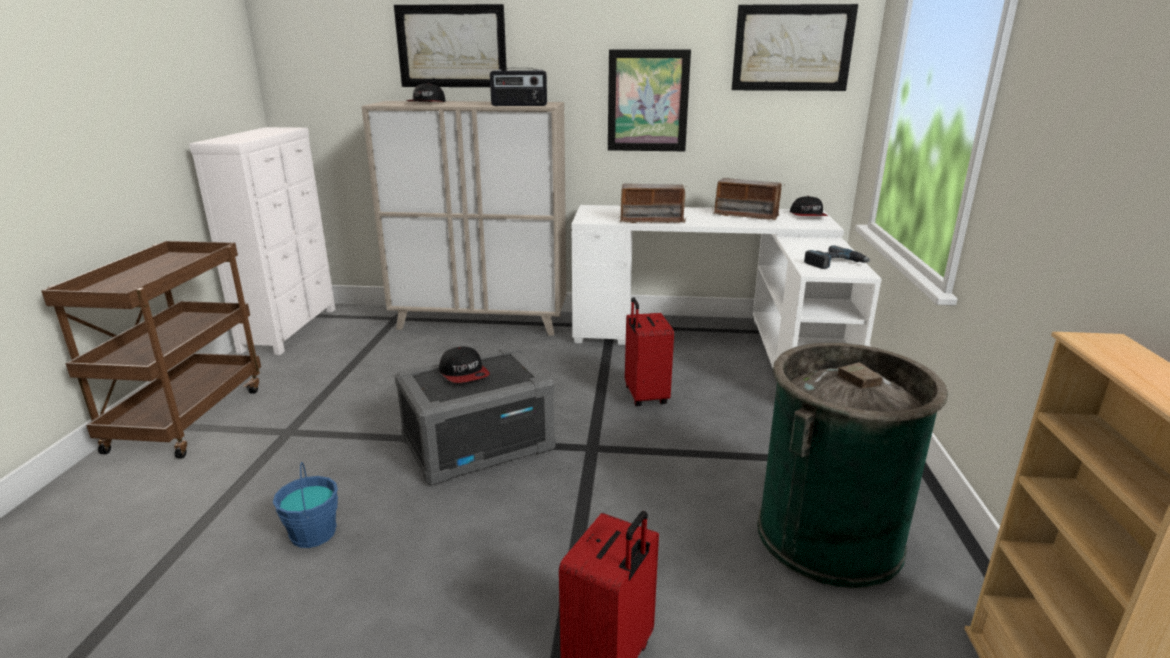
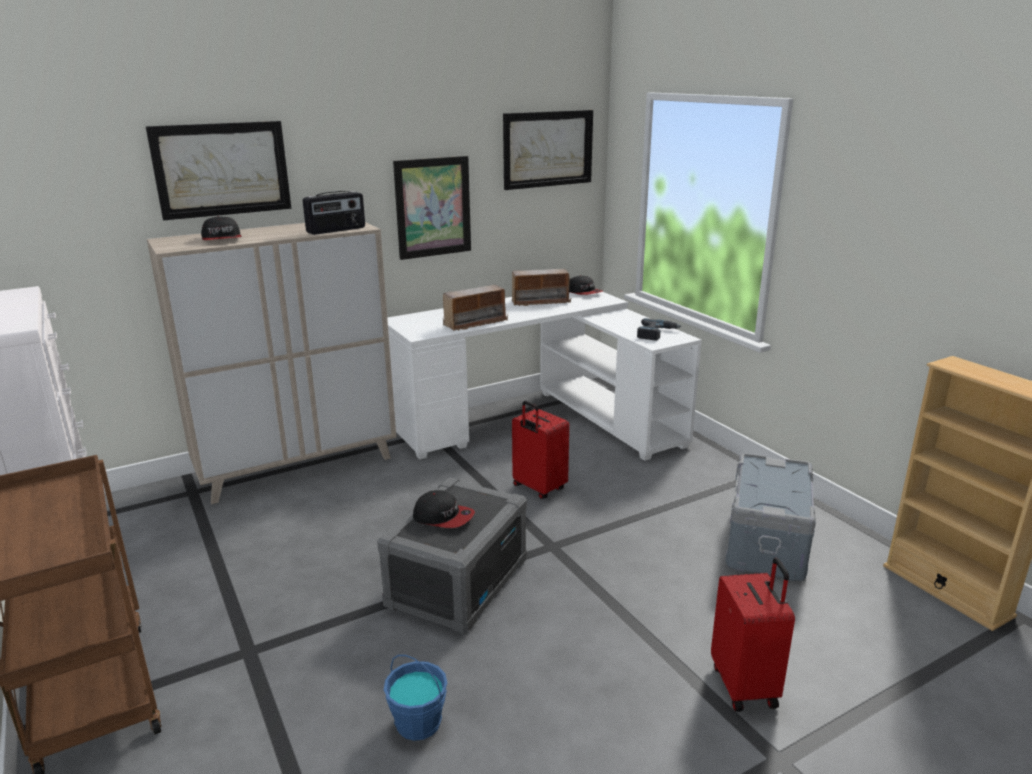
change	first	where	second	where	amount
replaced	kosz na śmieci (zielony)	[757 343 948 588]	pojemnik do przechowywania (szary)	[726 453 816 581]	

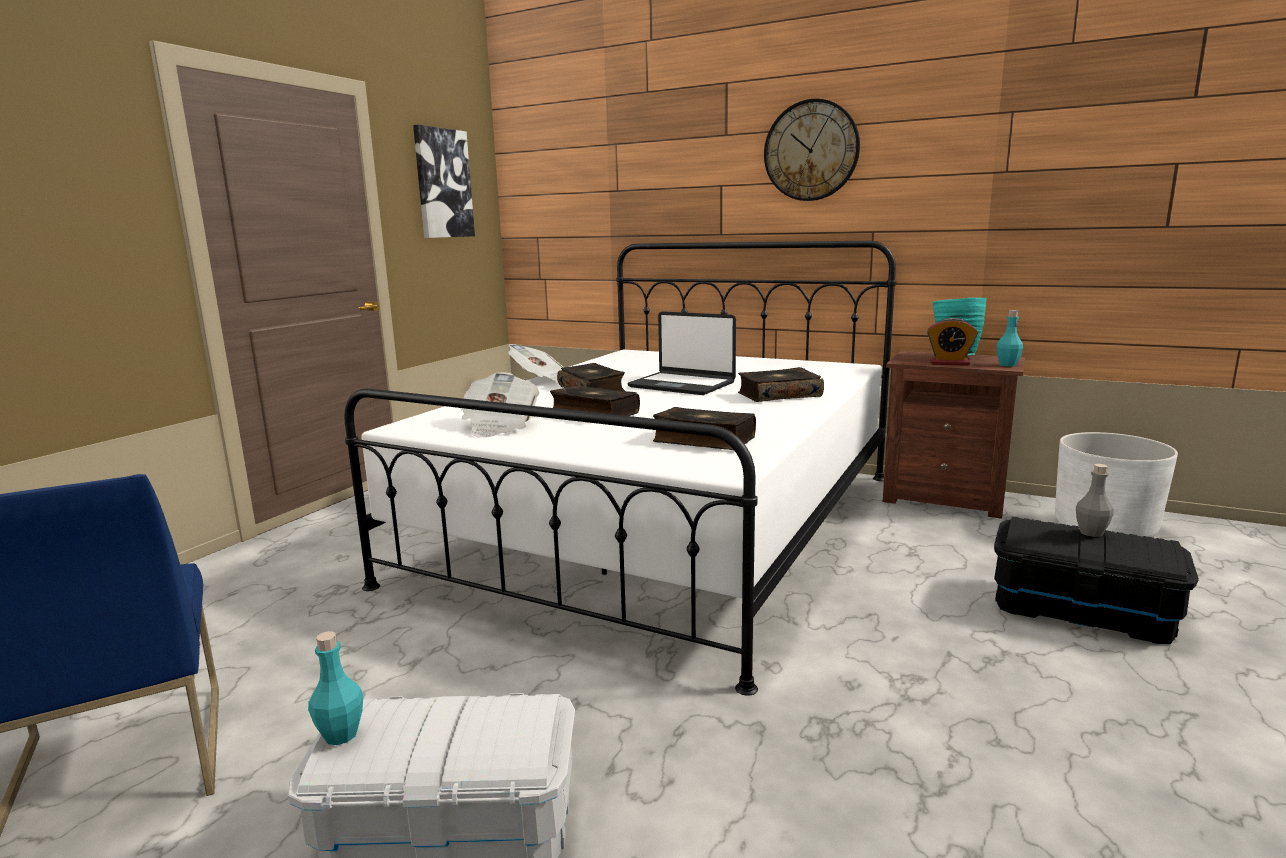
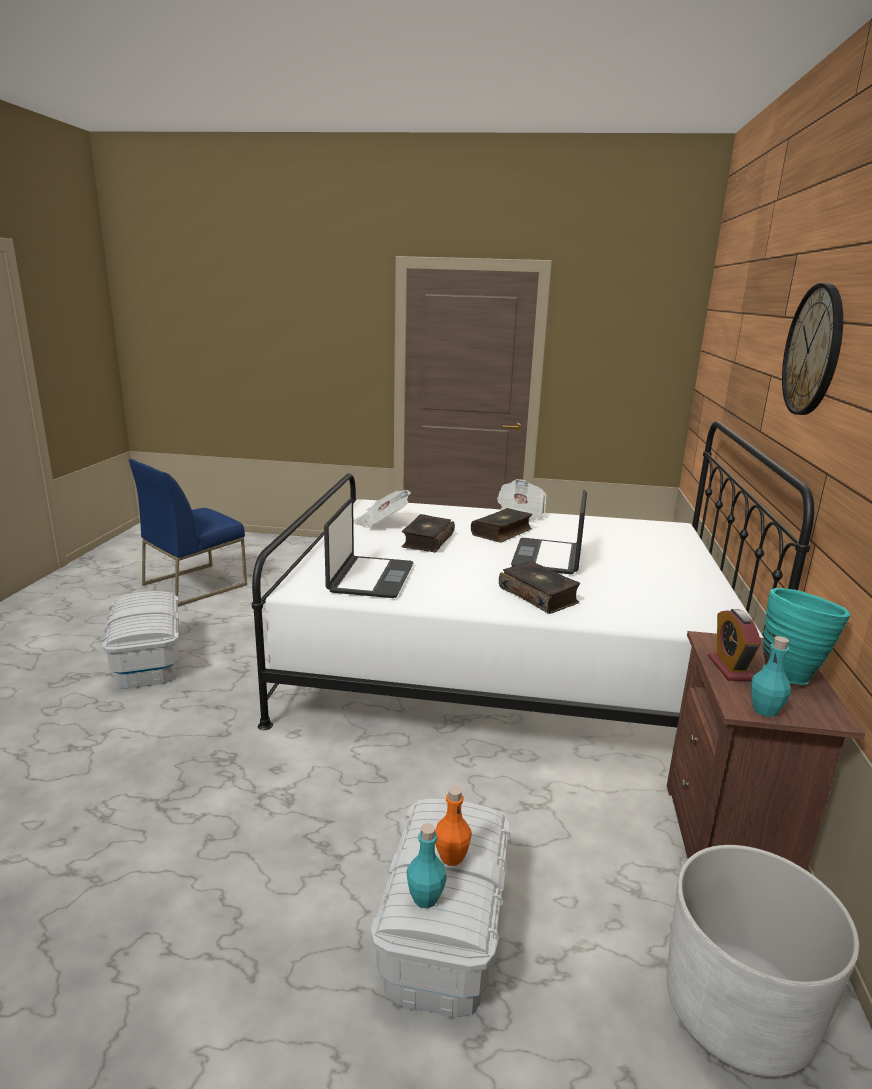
change	first	where	second	where	amount
removed	obraz	[413 125 475 238]			
replaced	książka	[653 407 756 450]	laptop	[324 498 414 598]	
recoloured	butelka (szary)	[1076 464 1114 537]	butelka (pomarańczowy)	[435 786 472 866]	
recoloured	pojemnik do przechowywania (czarny)	[994 516 1199 644]	pojemnik do przechowywania (biały)	[371 799 511 1018]	
moved	butelka (turkusowy)	[308 631 363 745]		[406 823 447 909]	

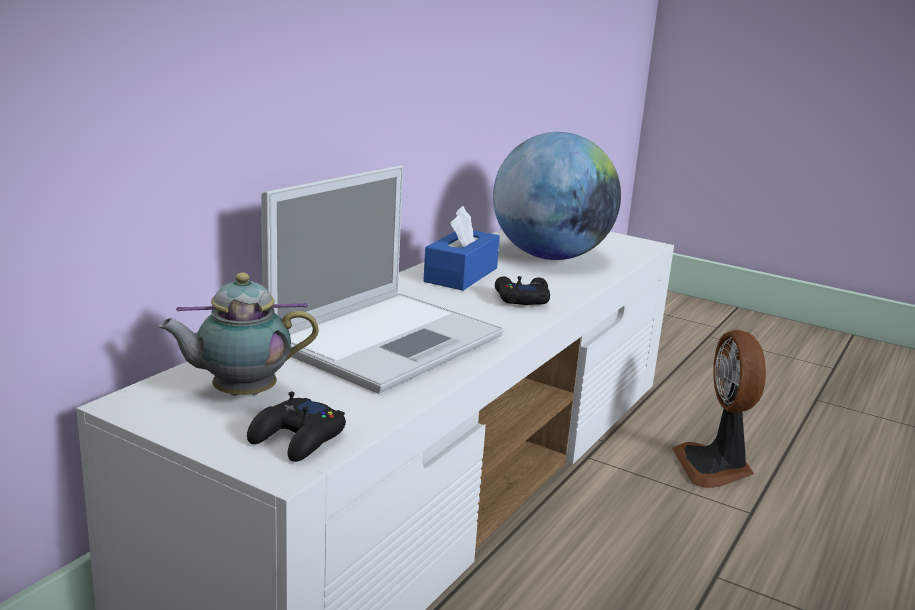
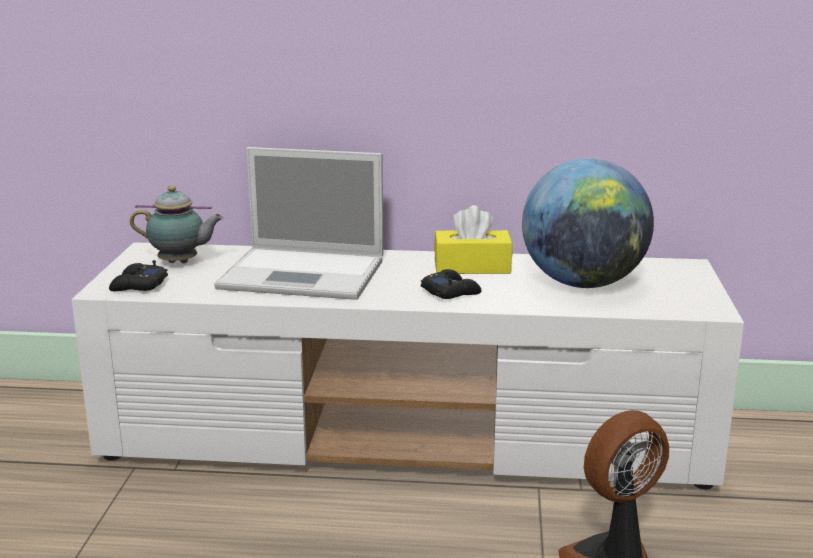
change	first	where	second	where	amount
recoloured	pudełko chusteczek (niebieski)	[423 206 500 291]	pudełko chusteczek (żółty)	[434 205 513 274]	
turned	imbryk	[158 273 319 396]		[130 186 224 263]	135 degrees clockwise

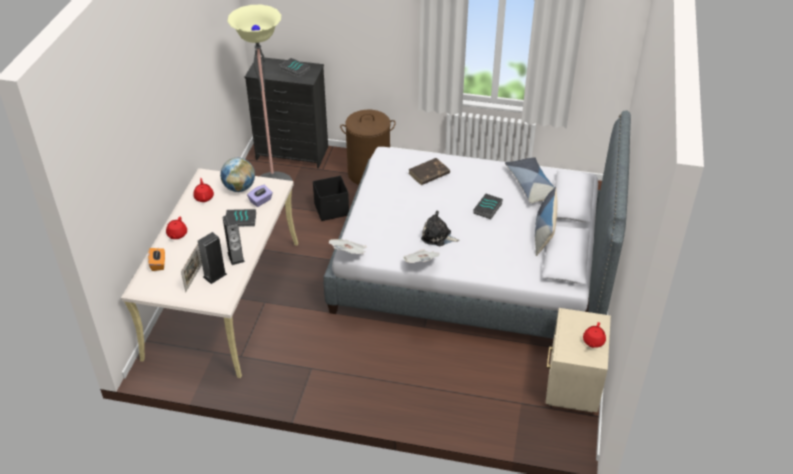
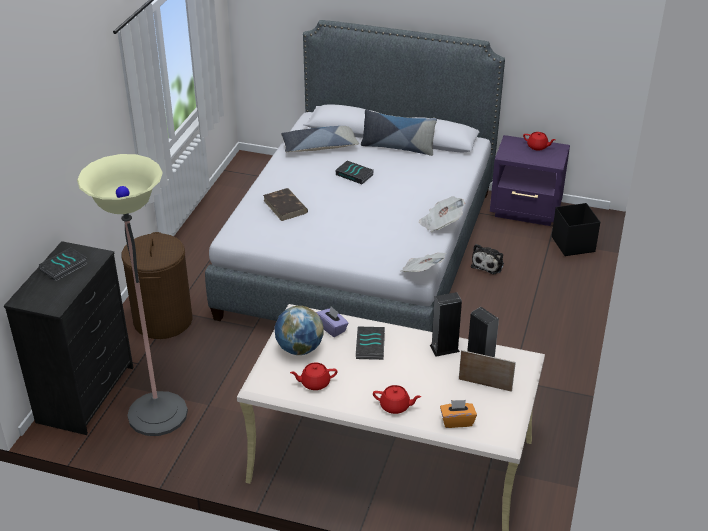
change	first	where	second	where	amount
moved	pojemnik do przechowywania (czarny)	[313 176 349 221]		[552 203 600 256]	
moved	pluszak	[421 211 459 246]		[471 244 504 274]	
recoloured	szafka nocna (beżowy)	[545 308 611 412]	szafka nocna (fioletowy)	[490 135 570 226]	

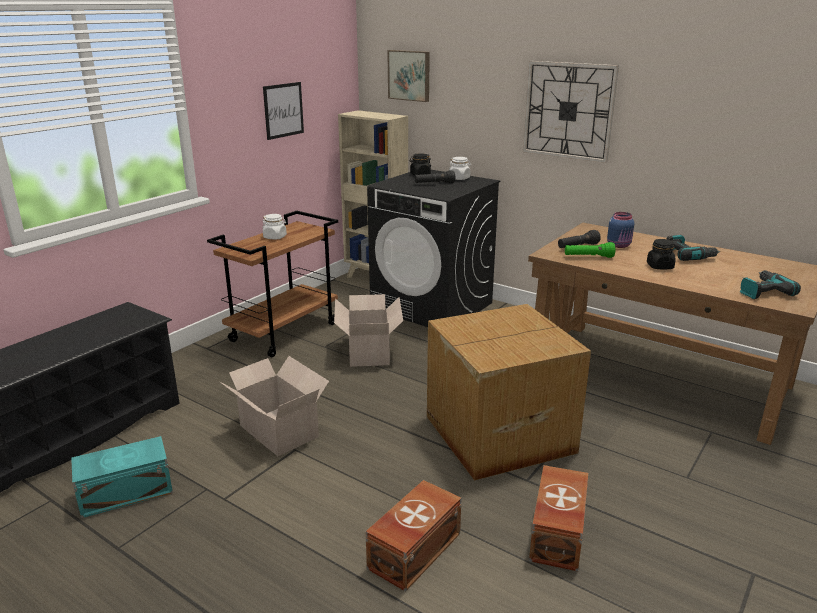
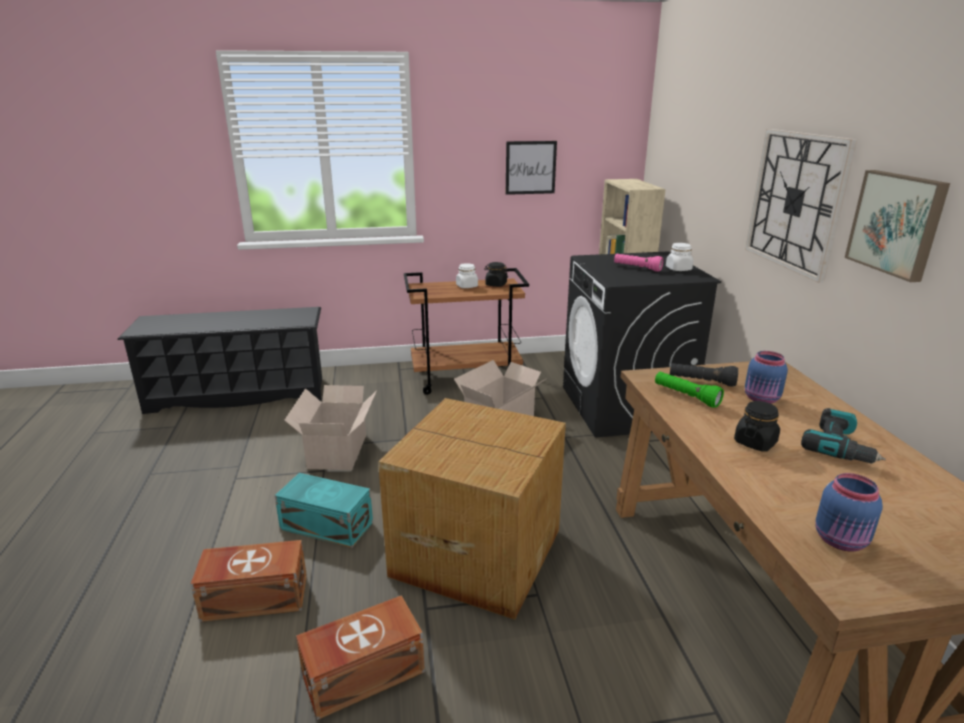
change	first	where	second	where	amount
moved	obraz	[387 50 430 102]		[845 170 950 282]	
moved	słoik (czarny)	[409 153 431 175]		[484 262 508 287]	
recoloured	latarka (czarny)	[415 170 455 183]	latarka (różowy)	[614 254 663 272]	
replaced	wiertarka	[740 270 801 299]	słoik (niebieski)	[815 473 883 552]	
moved	pojemnik do przechowywania (turkusowy)	[71 436 173 518]		[274 473 373 548]	

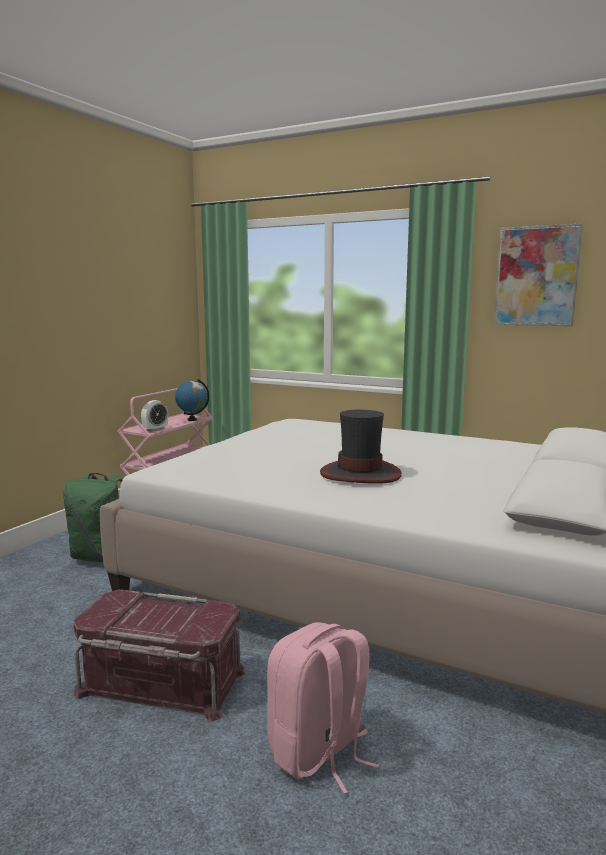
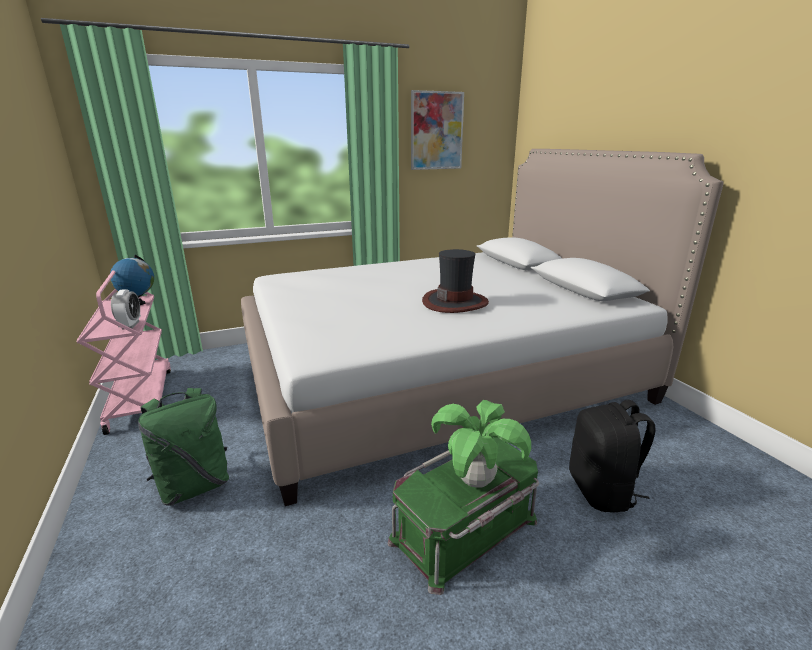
change	first	where	second	where	amount
recoloured	pojemnik do przechowywania (czerwony)	[72 589 246 722]	pojemnik do przechowywania (zielony)	[388 437 539 595]	
recoloured	plecak (różowy)	[267 622 379 794]	plecak (czarny)	[569 400 656 512]	
added			roślina doniczkowa	[431 400 531 488]	

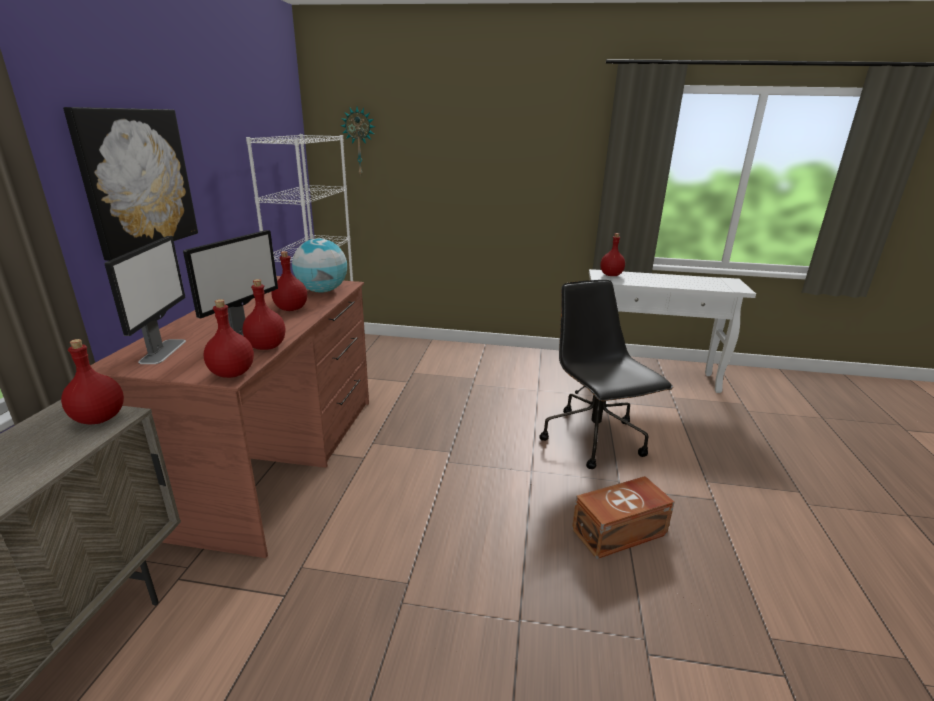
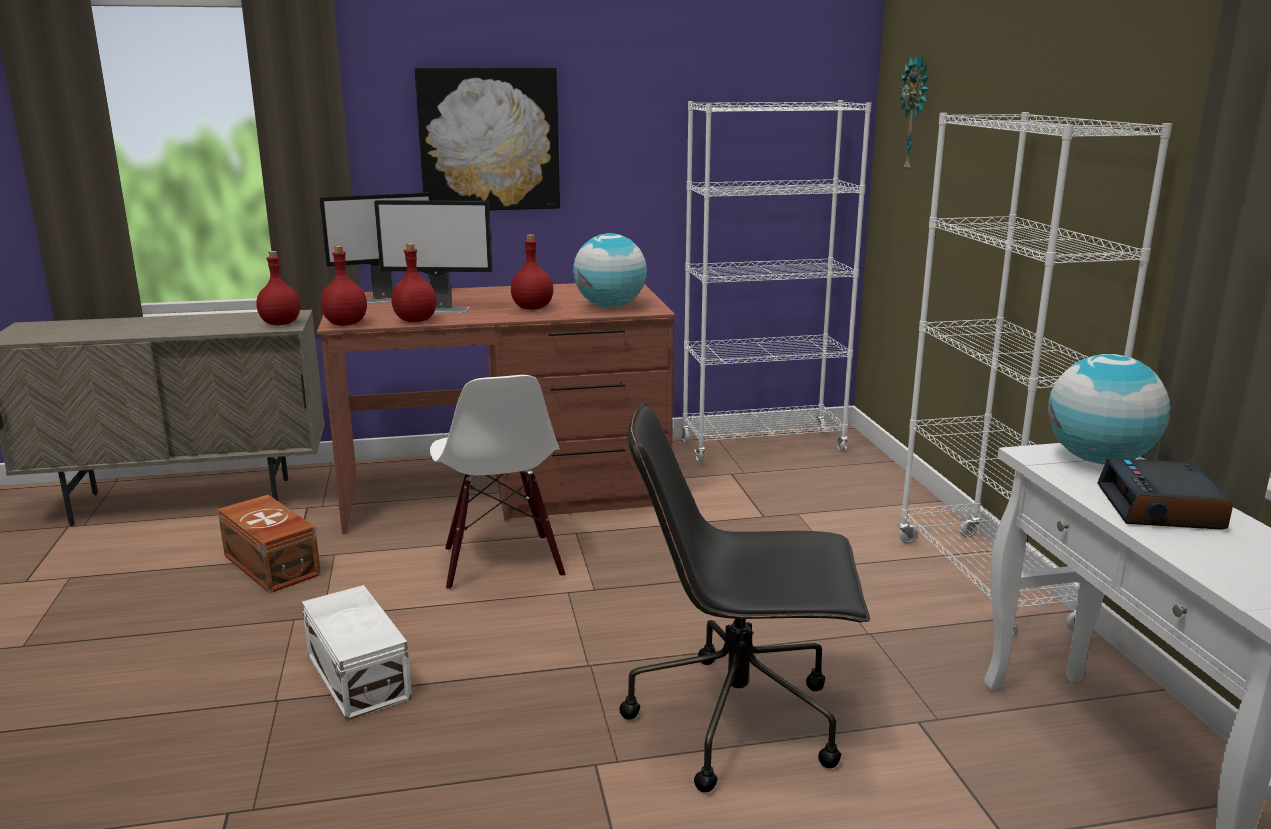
change	first	where	second	where	amount
replaced	butelka (czerwony)	[600 233 625 276]	globus	[1048 354 1170 464]	
turned	krzesło biurowe (czarny)	[539 280 673 469]		[619 403 870 793]	135 degrees counterclockwise
moved	pojemnik do przechowywania (brązowy)	[572 476 675 559]		[218 495 321 593]	
added			regał (biały)	[898 112 1172 636]	
added			krzesło (biały)	[430 375 565 590]	
added			budzik	[1097 458 1233 530]	
added			pojemnik do przechowywania (biały)	[302 585 412 721]	

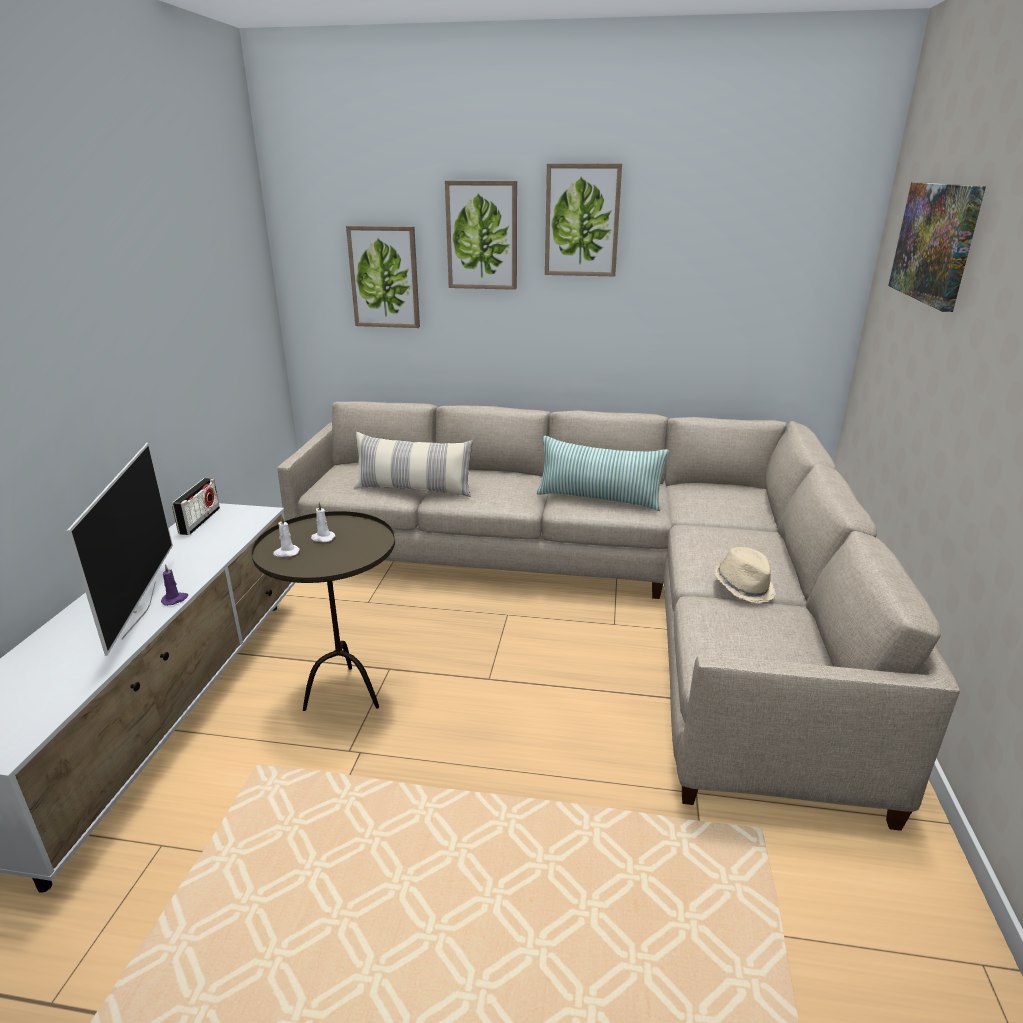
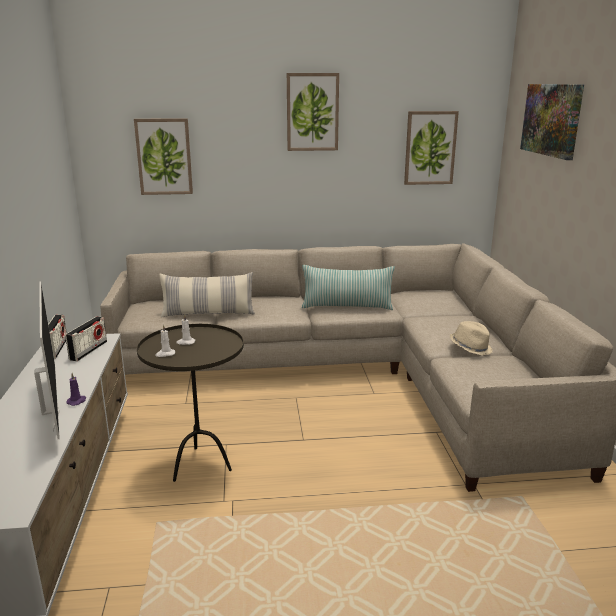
change	first	where	second	where	amount
moved	obraz	[445 181 517 290]		[404 111 459 185]	
added			radio	[65 316 107 361]	

